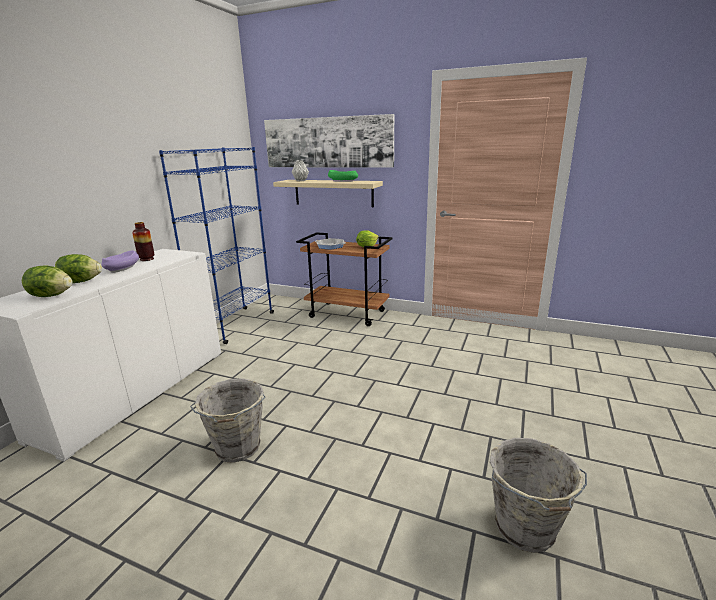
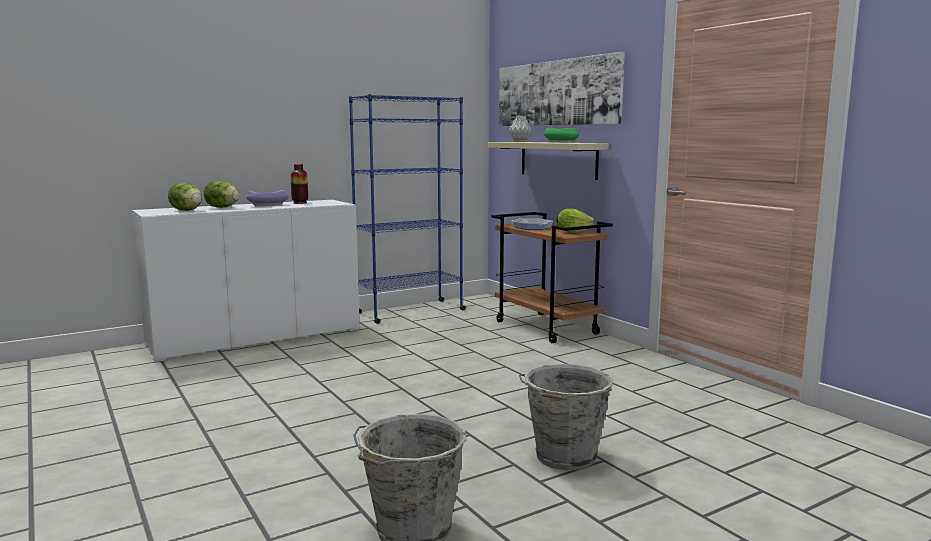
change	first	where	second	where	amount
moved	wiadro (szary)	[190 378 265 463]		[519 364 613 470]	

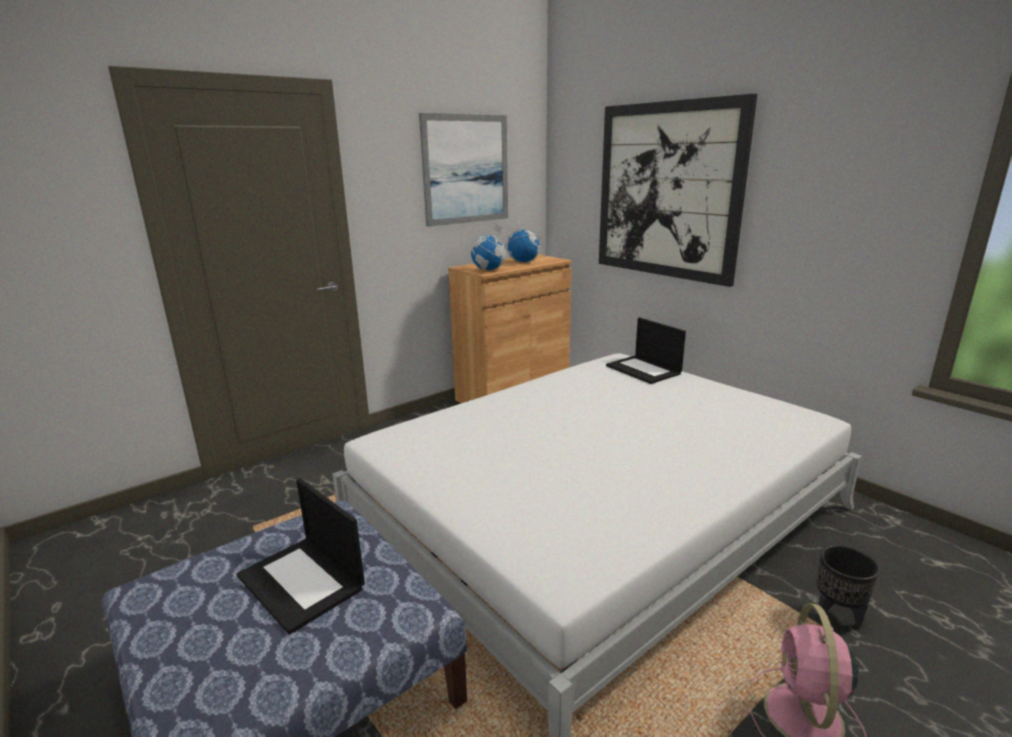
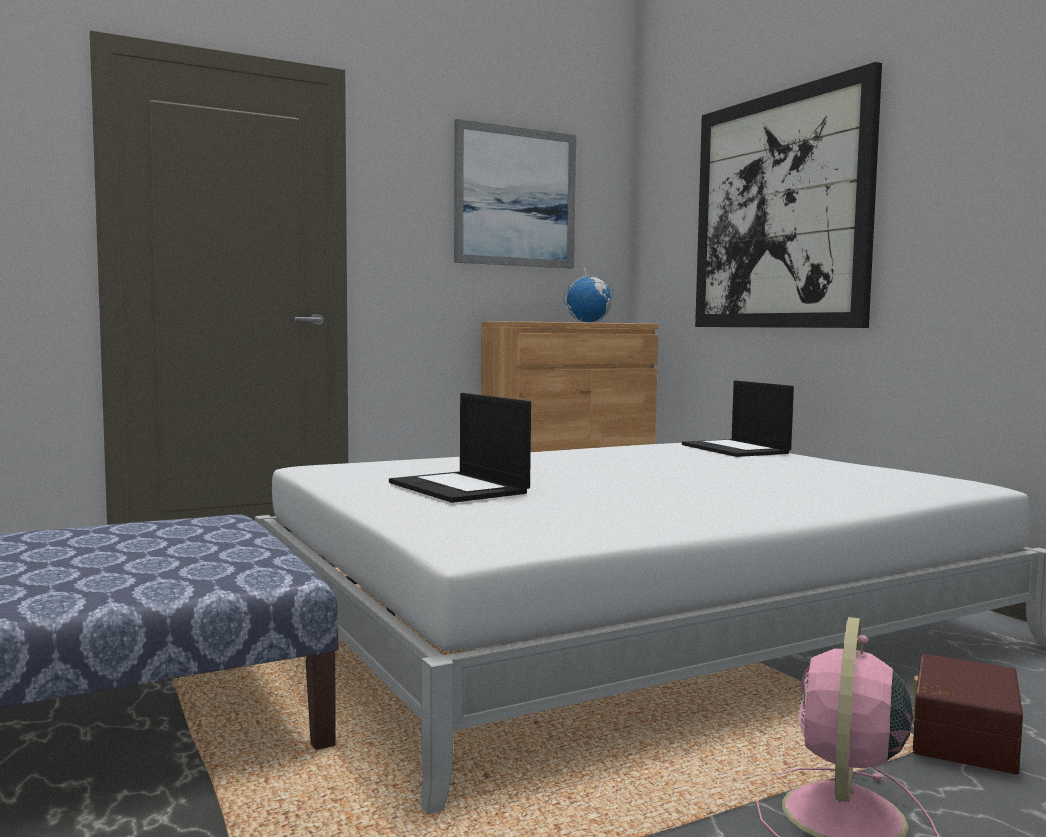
change	first	where	second	where	amount
removed	globus	[471 224 507 271]			
moved	laptop	[237 478 365 635]		[389 393 531 503]	
replaced	donica (czarny)	[816 545 879 629]	pojemnik do przechowywania (brązowy)	[912 654 1023 774]	

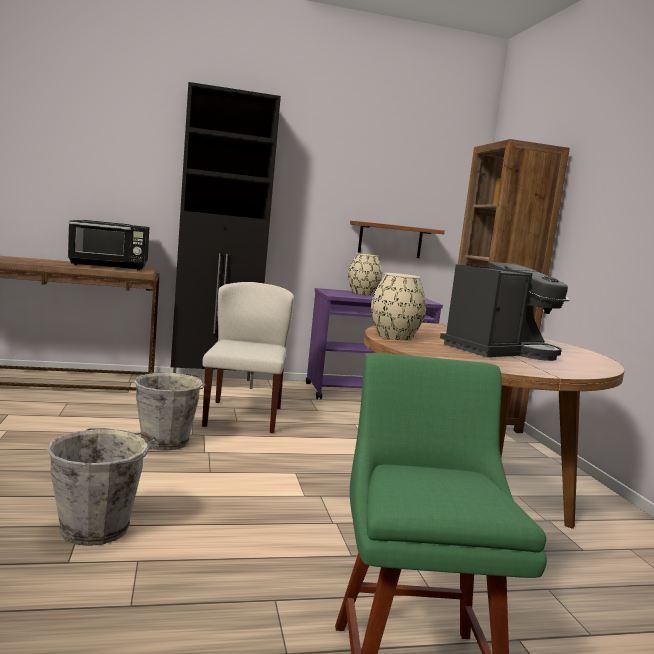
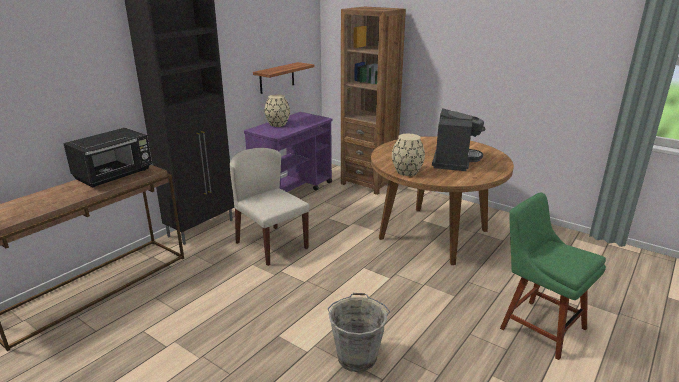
change	first	where	second	where	amount
removed	wiadro (szary)	[134 372 206 451]			

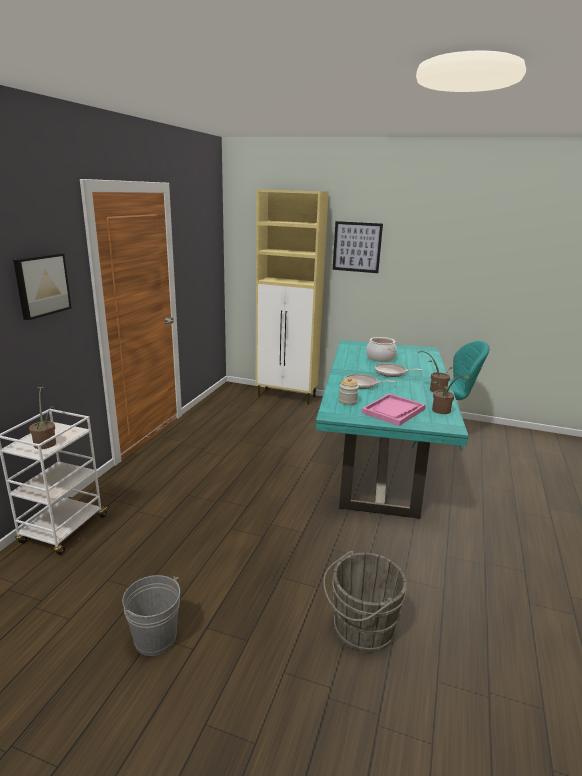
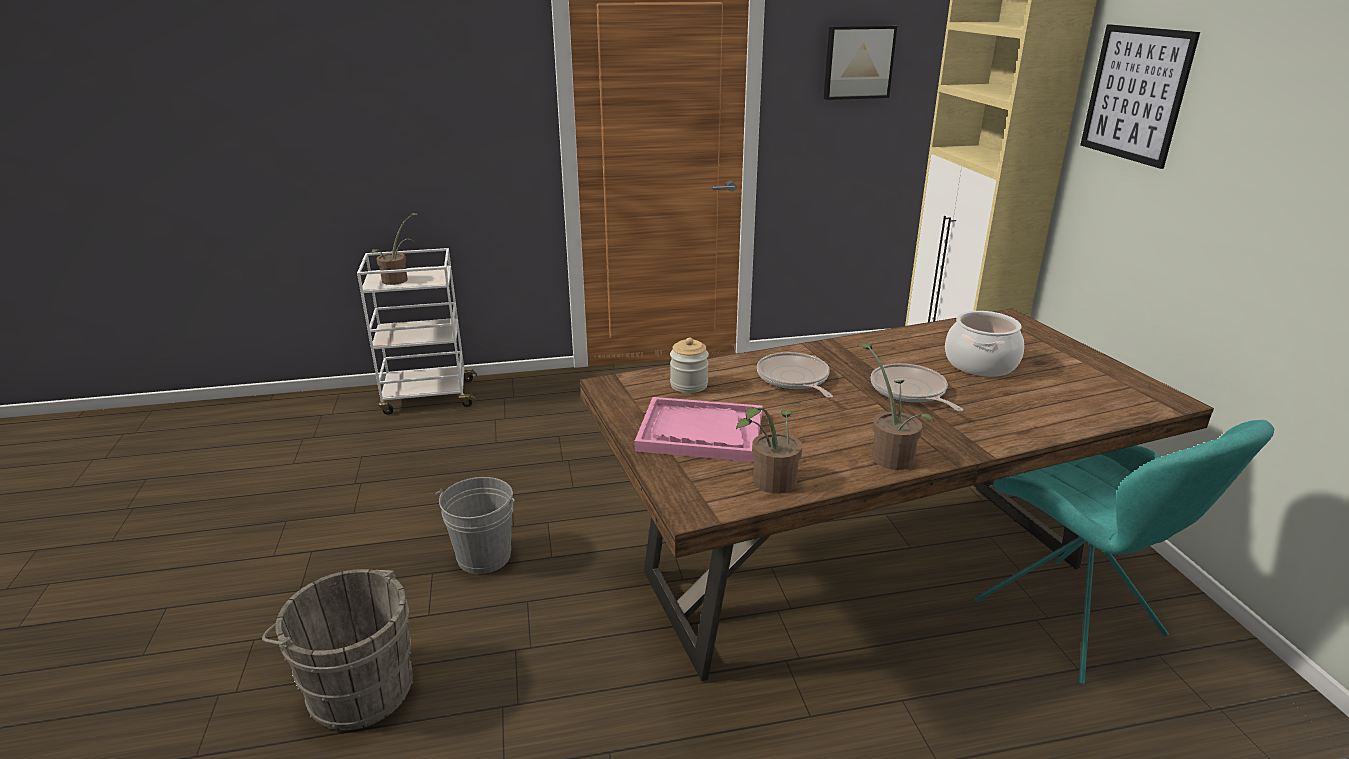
change	first	where	second	where	amount
moved	obraz	[13 253 72 320]		[824 25 897 100]	
recoloured	stół jadalny (turkusowy)	[315 340 469 519]	stół jadalny (brązowy)	[580 309 1214 681]	
moved	wiadro (szary)	[122 575 180 656]		[435 477 515 574]	

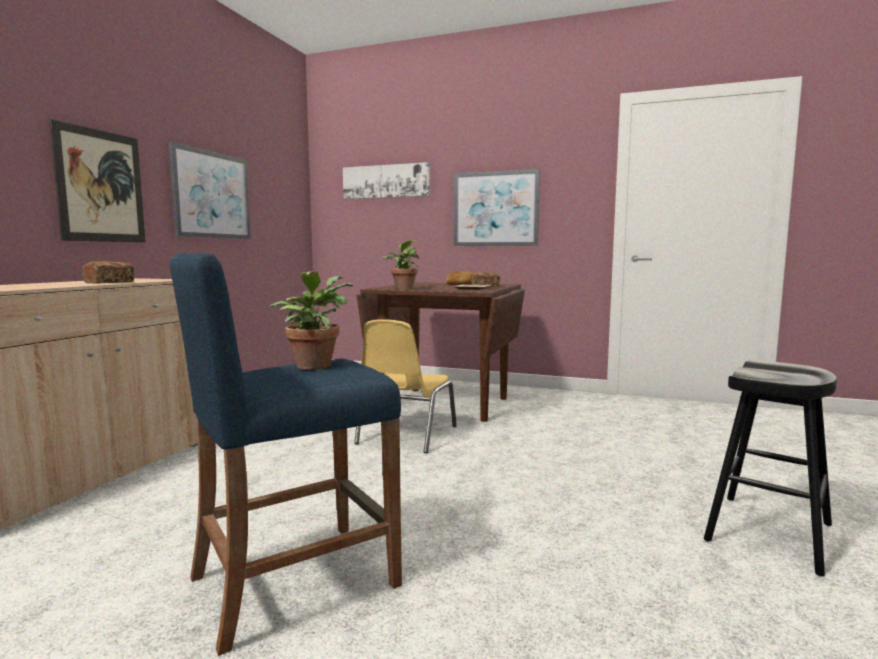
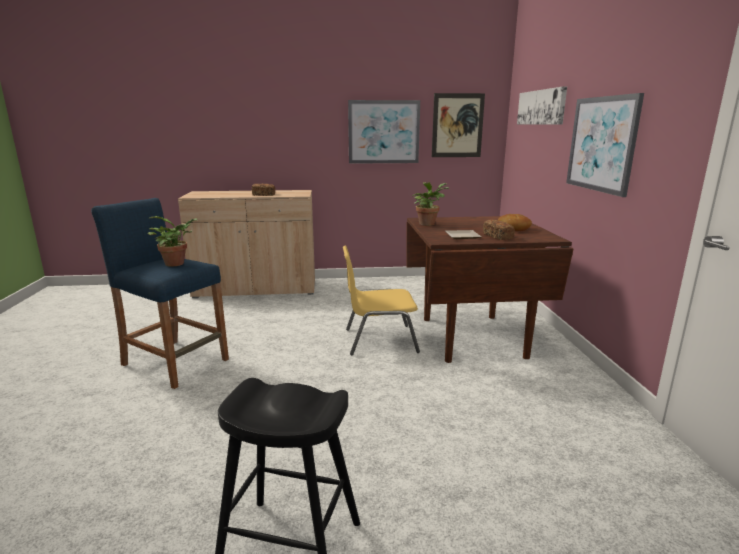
change	first	where	second	where	amount
moved	obraz	[49 119 145 242]		[432 93 485 157]	

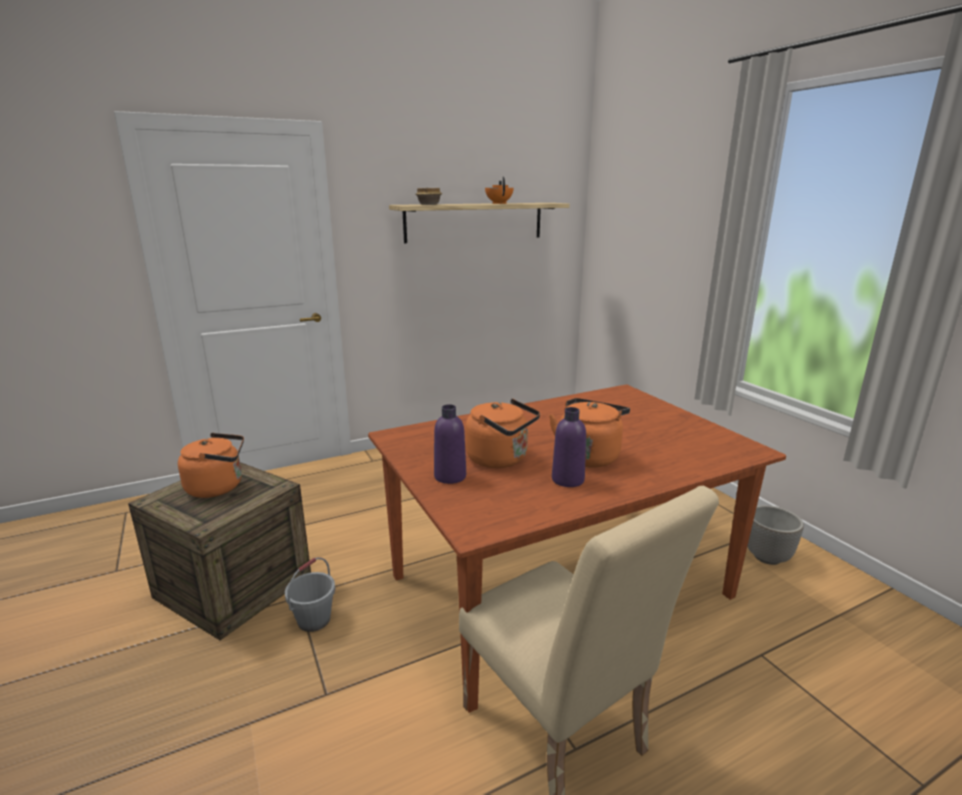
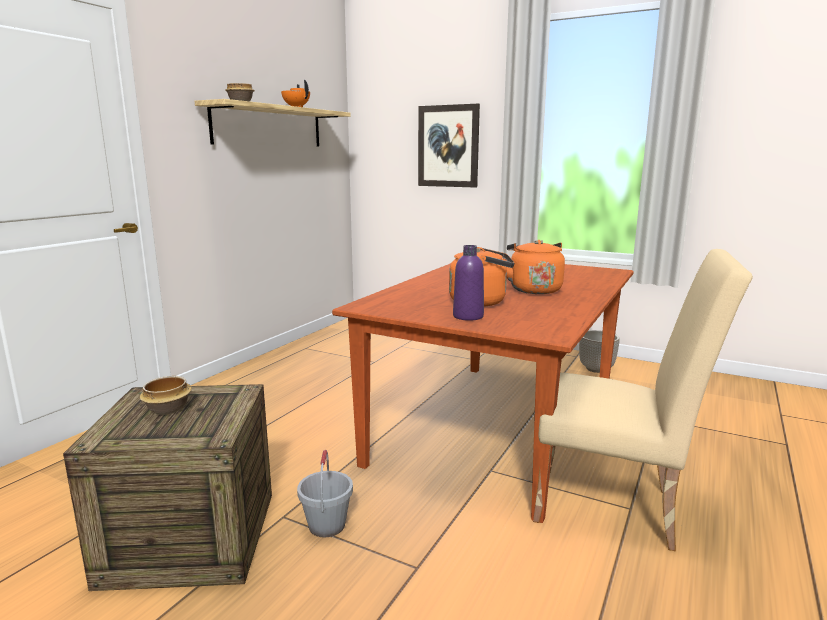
change	first	where	second	where	amount
removed	butelka (fioletowy)	[552 407 586 487]			
replaced	czajnik (pomarańczowy)	[178 433 244 498]	miska	[140 376 192 415]	
added			obraz	[418 104 480 188]	

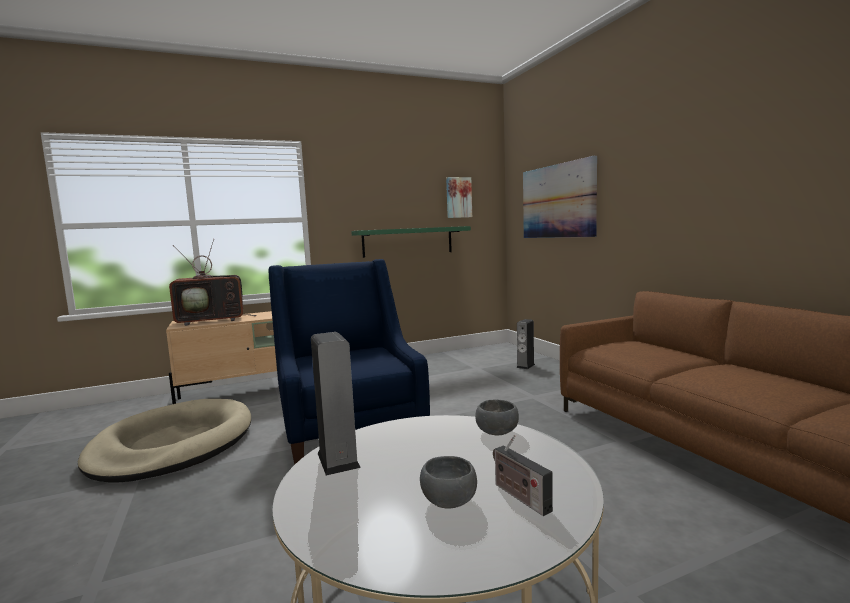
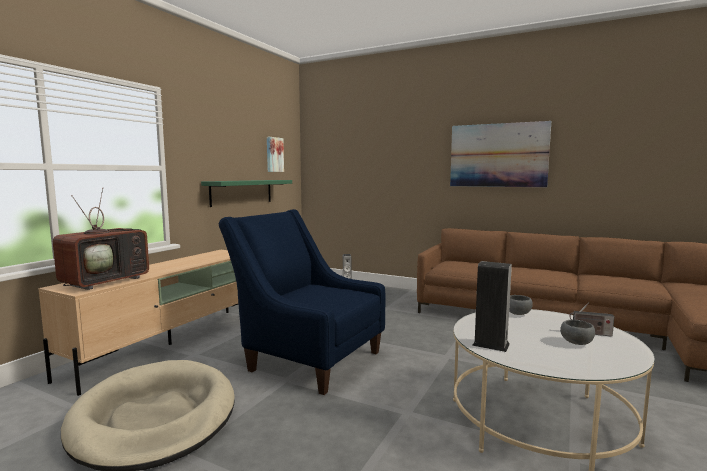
change	first	where	second	where	amount
moved	obraz	[523 156 597 238]		[450 121 551 187]	

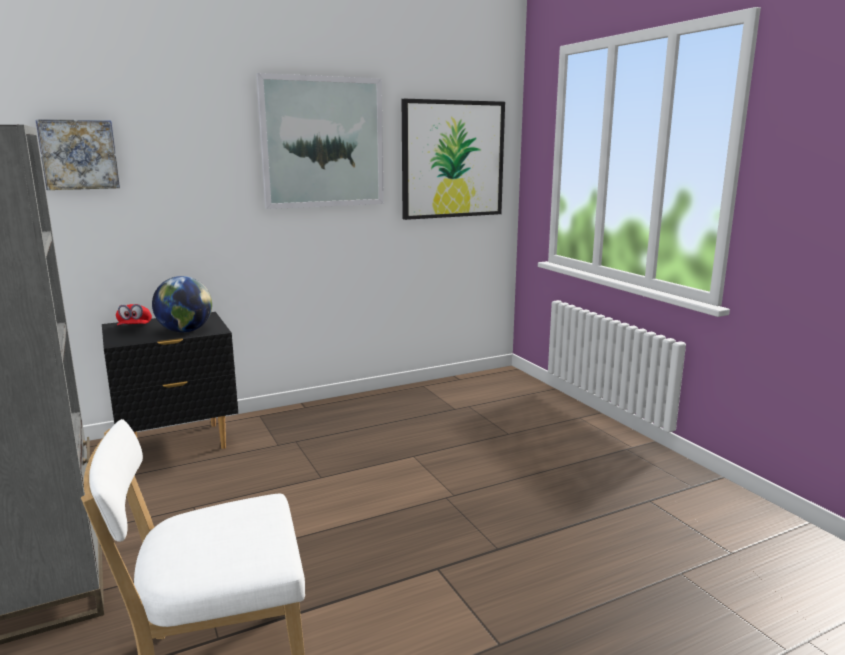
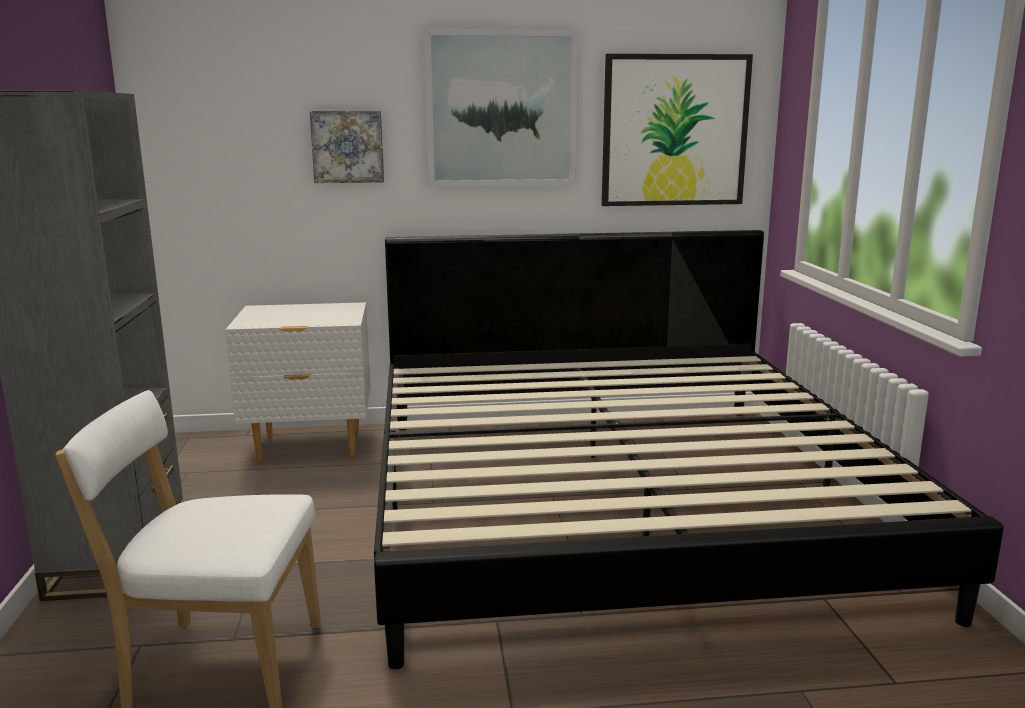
change	first	where	second	where	amount
moved	obraz	[35 119 120 190]		[310 111 384 183]	
removed	globus	[152 276 212 333]			
removed	czapka z daszkiem (czerwony)	[116 304 152 326]			
recoloured	szafka nocna (czarny)	[102 312 238 449]	szafka nocna (biały)	[225 302 371 462]	
added			łóżko	[374 230 1004 669]	

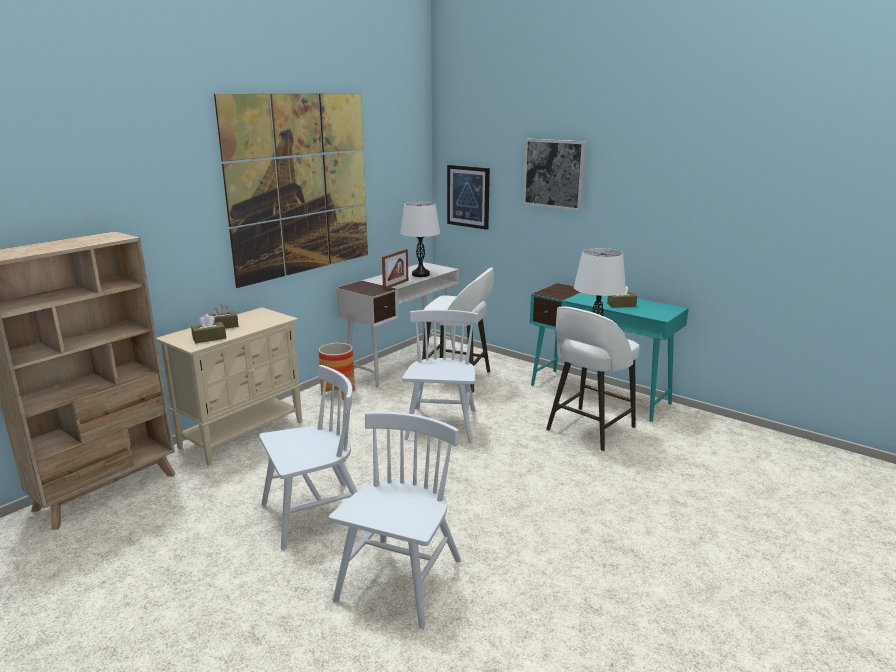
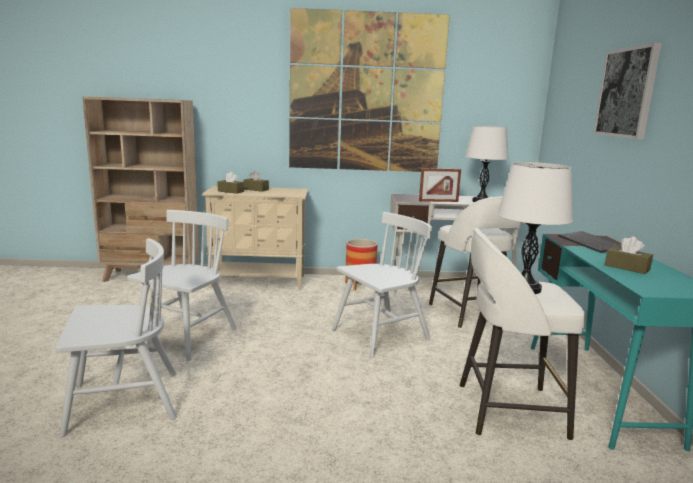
change	first	where	second	where	amount
removed	obraz	[447 165 490 230]			
turned	krzesło (biały)	[259 365 357 550]		[127 210 237 361]	90 degrees counterclockwise
added			klawiatura	[559 231 621 253]	

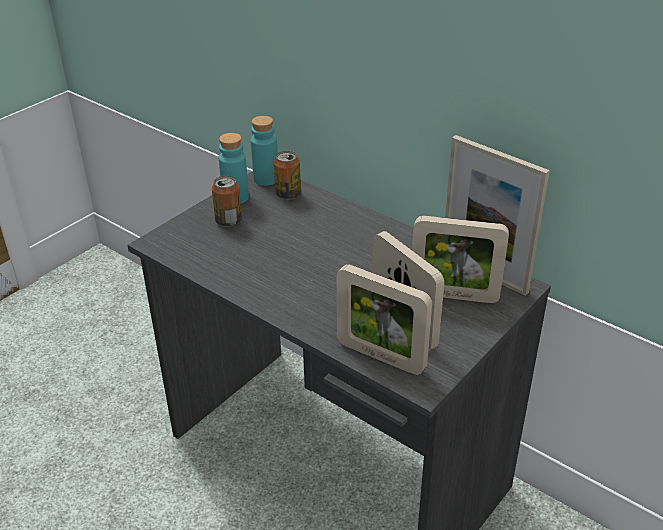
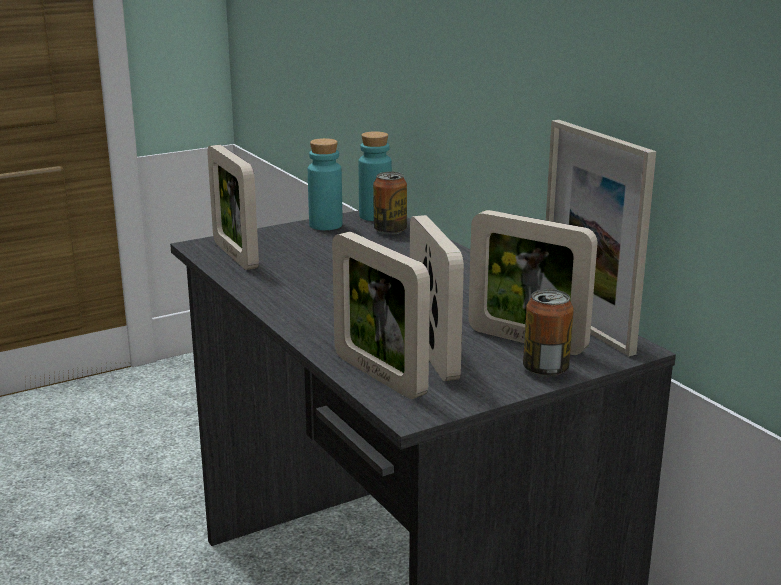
change	first	where	second	where	amount
moved	puszka	[212 176 242 227]		[523 289 574 377]	
added			ramka na zdjęcie	[207 145 259 270]	

